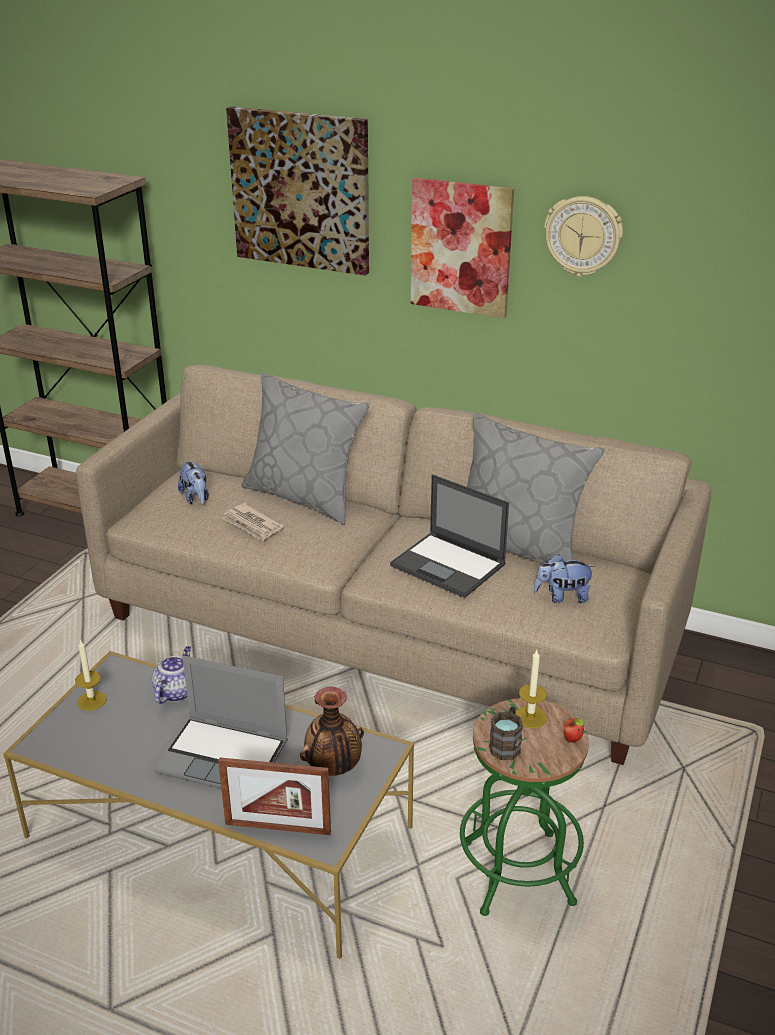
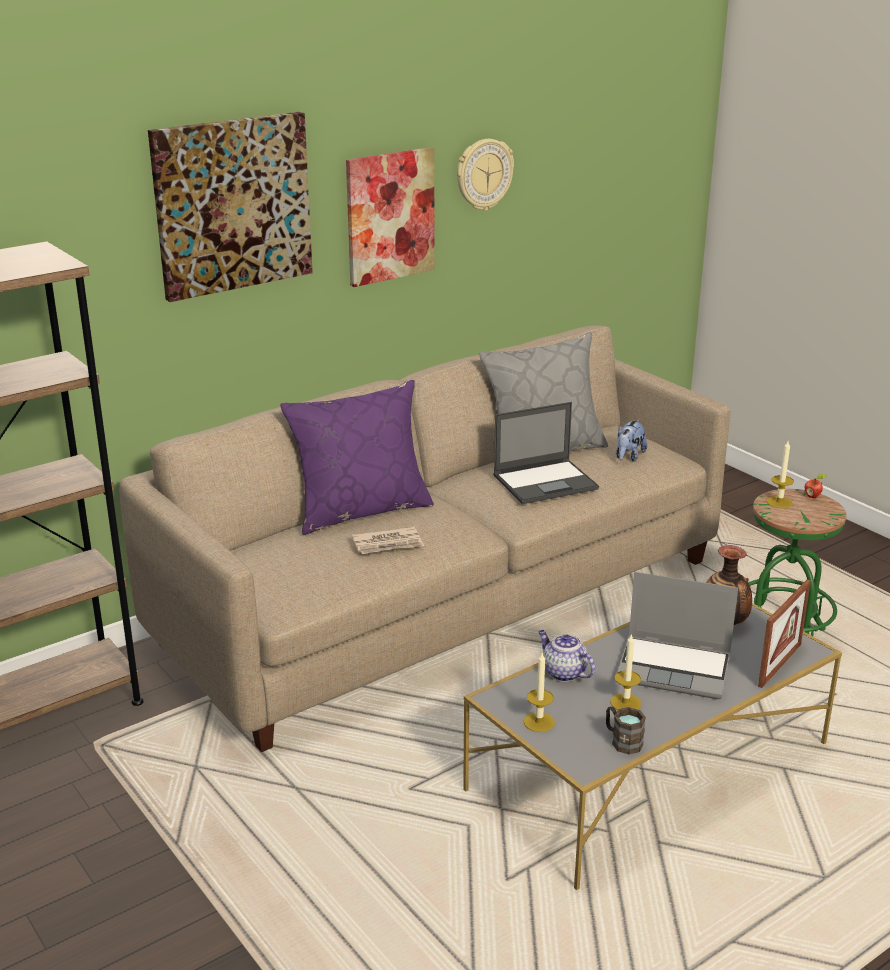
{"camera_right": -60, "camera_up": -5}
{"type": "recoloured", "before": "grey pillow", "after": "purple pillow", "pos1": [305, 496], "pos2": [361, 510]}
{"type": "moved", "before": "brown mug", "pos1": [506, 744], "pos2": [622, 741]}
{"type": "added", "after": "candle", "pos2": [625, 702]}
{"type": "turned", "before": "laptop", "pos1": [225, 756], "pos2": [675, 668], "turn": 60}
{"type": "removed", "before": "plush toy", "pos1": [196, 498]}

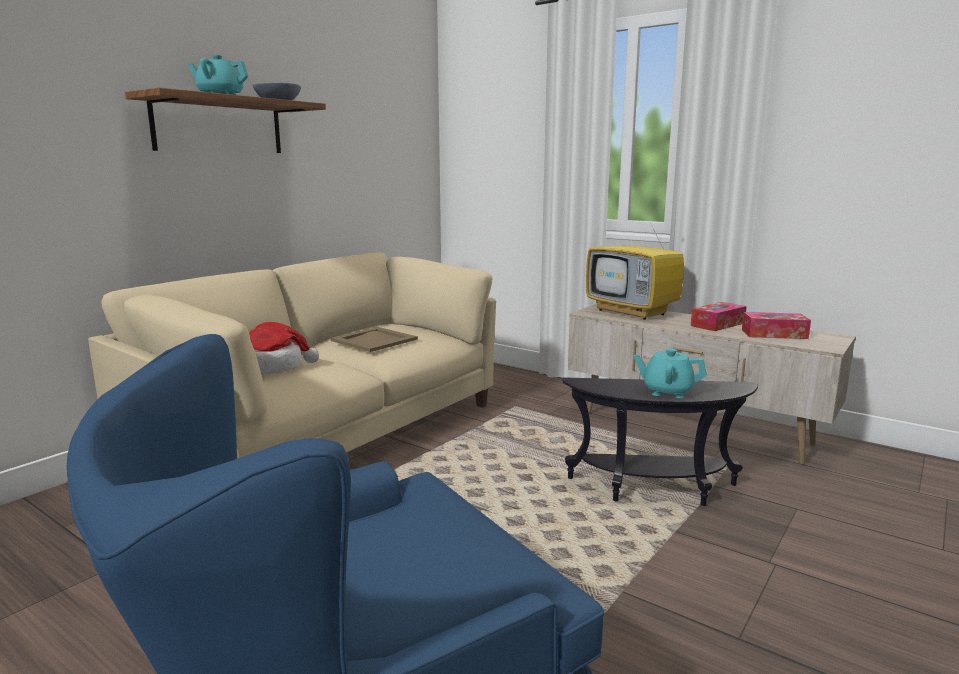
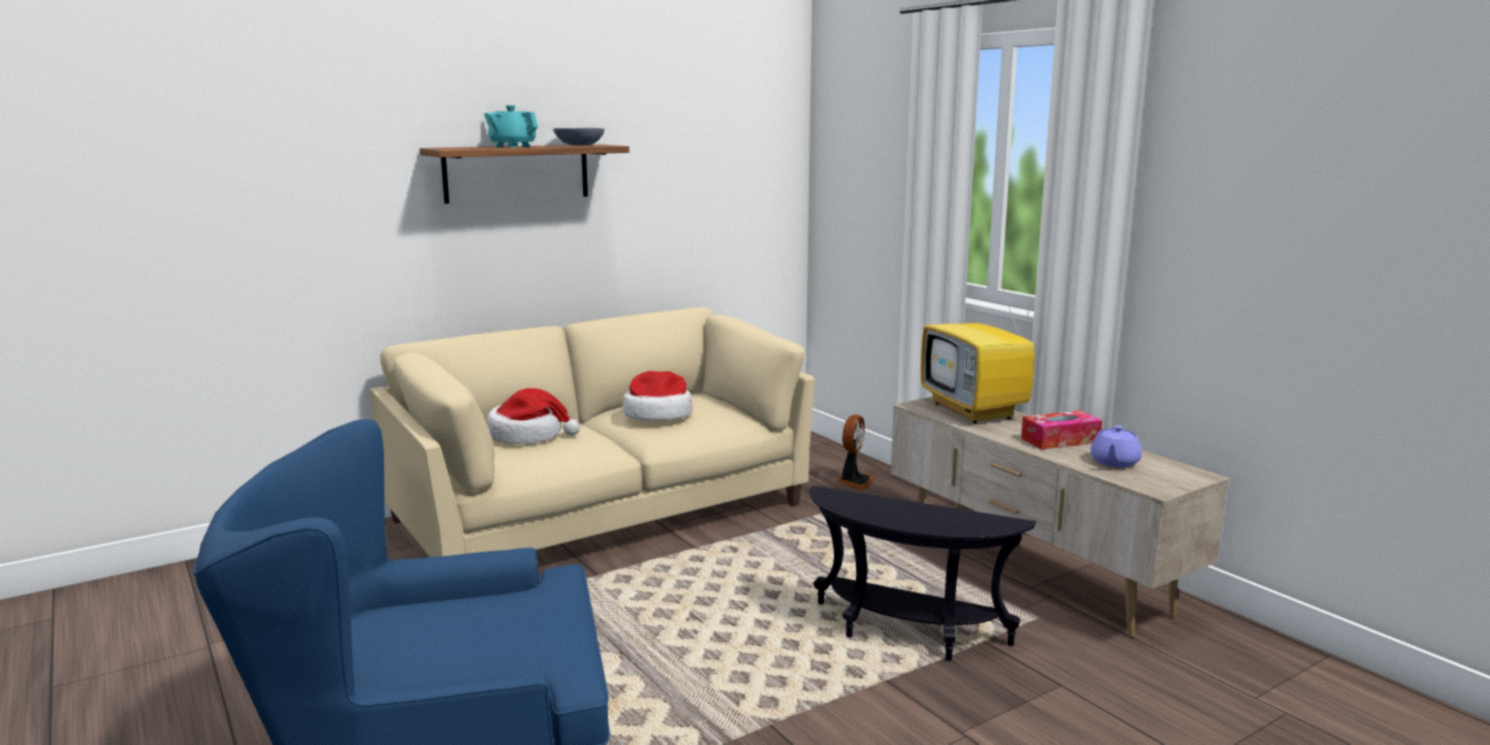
{"camera_right": 20, "camera_up": 0}
{"type": "replaced", "before": "beige tray", "after": "hat", "pos1": [373, 340], "pos2": [658, 414]}
{"type": "added", "after": "fan", "pos2": [854, 482]}
{"type": "replaced", "before": "tissue box", "after": "purple teapot", "pos1": [774, 334], "pos2": [1114, 462]}
{"type": "removed", "before": "turquoise teapot", "pos1": [667, 391]}

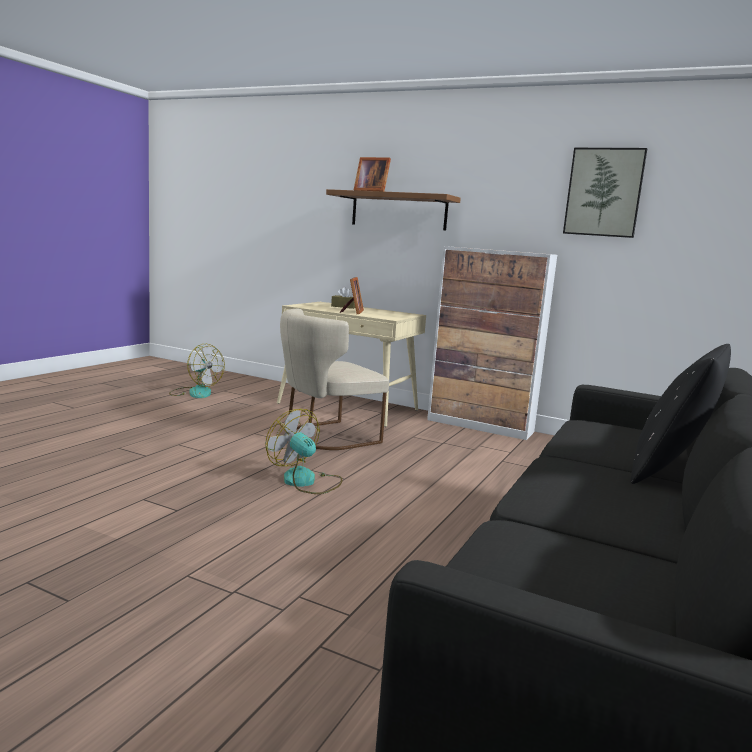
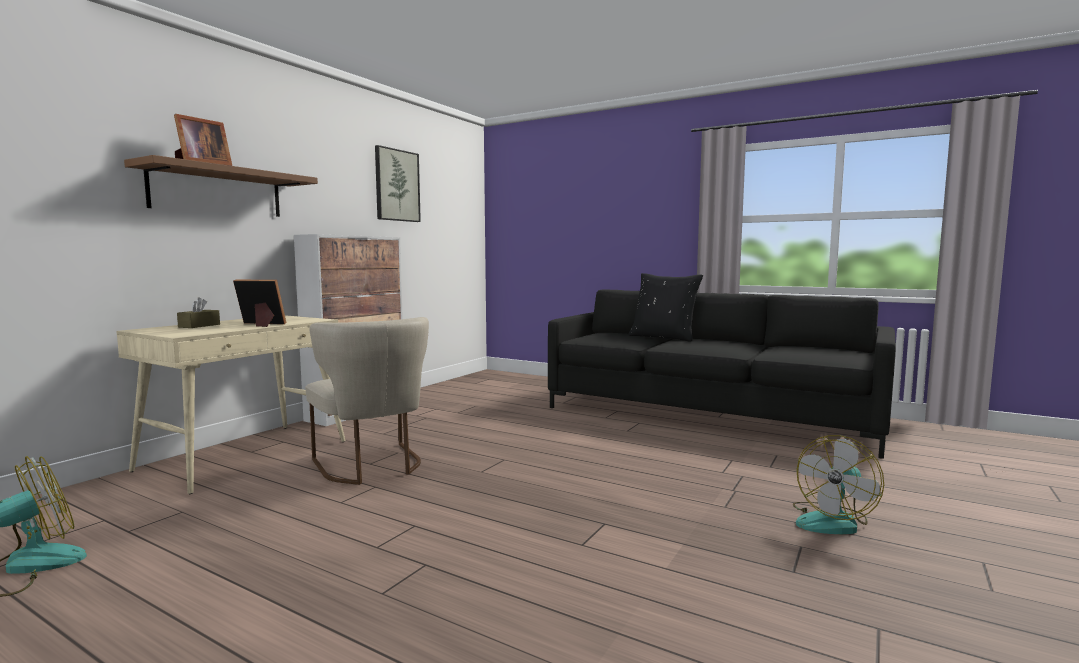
{"camera_right": -85, "camera_up": -5}
{"type": "moved", "before": "fan", "pos1": [306, 481], "pos2": [833, 521]}

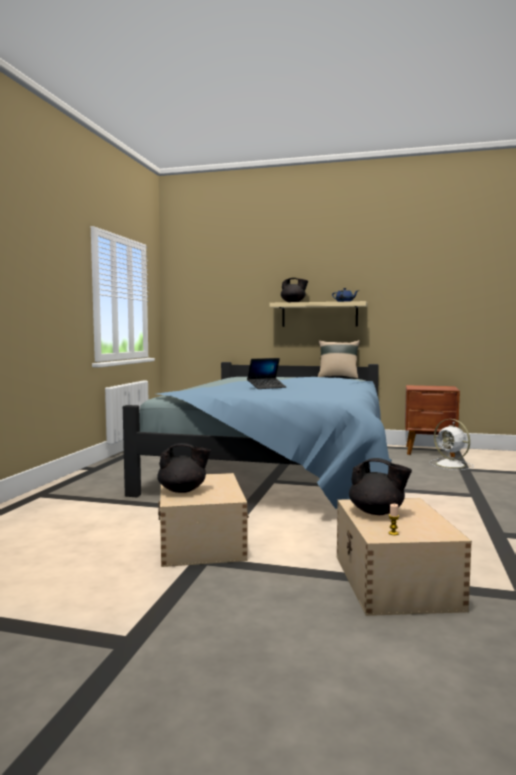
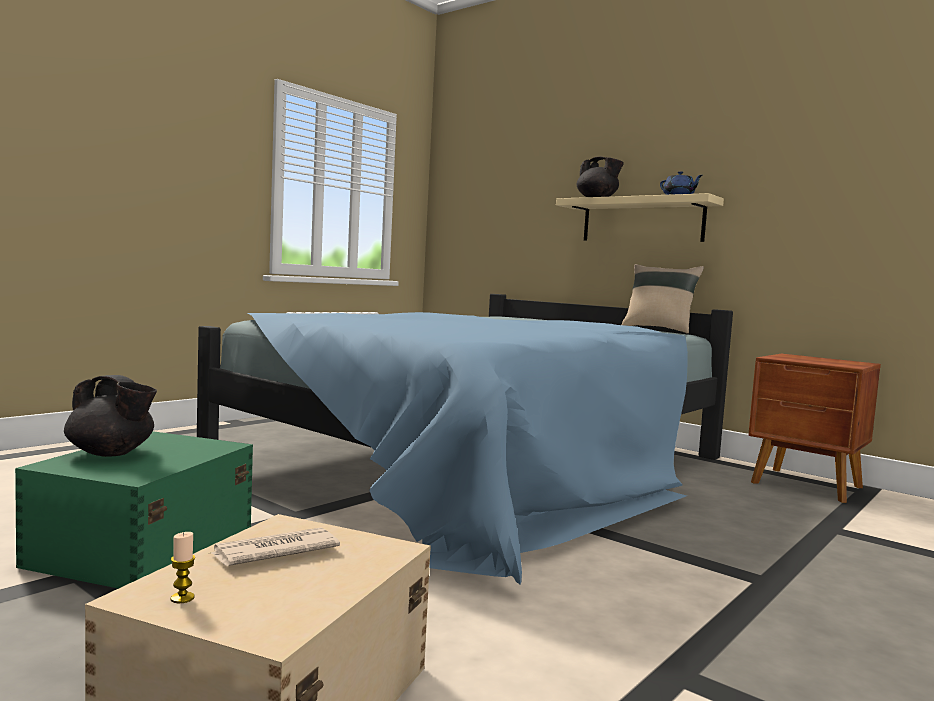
{"camera_right": 25, "camera_up": 0}
{"type": "recoloured", "before": "beige storage box", "after": "green storage box", "pos1": [200, 542], "pos2": [141, 546]}
{"type": "replaced", "before": "black teapot", "after": "newspaper", "pos1": [377, 512], "pos2": [273, 552]}
{"type": "removed", "before": "laptop", "pos1": [266, 387]}
{"type": "removed", "before": "white fan", "pos1": [451, 465]}

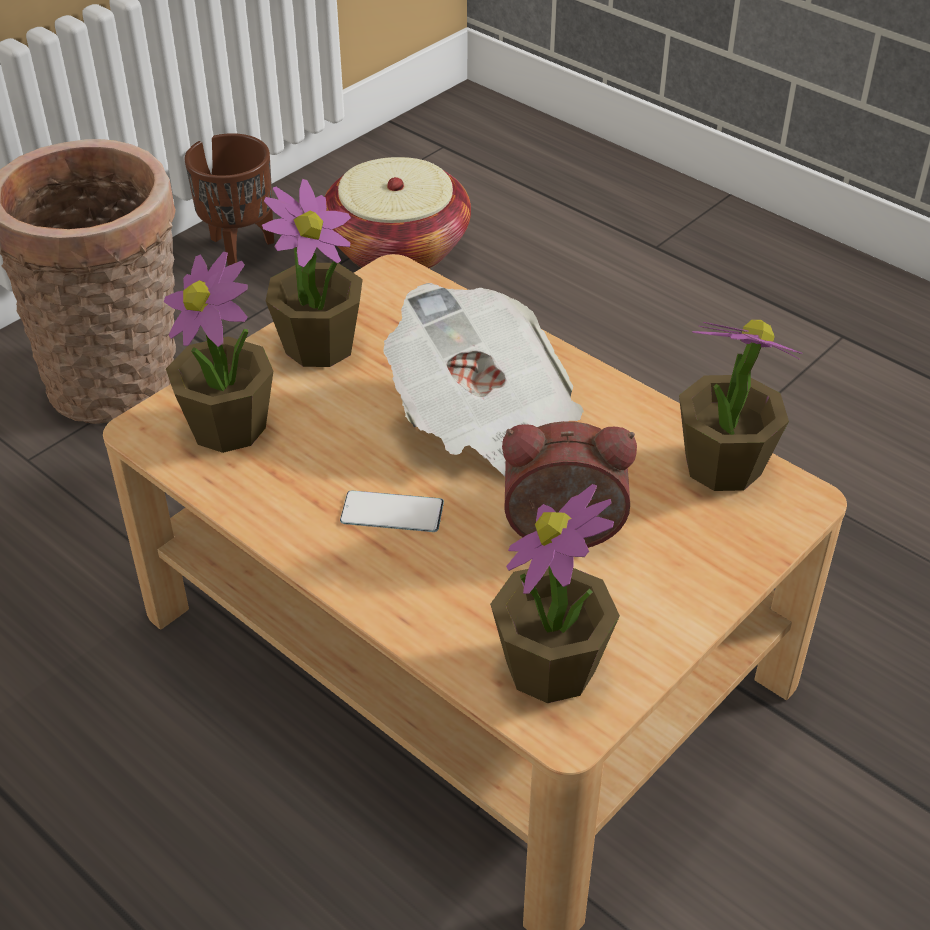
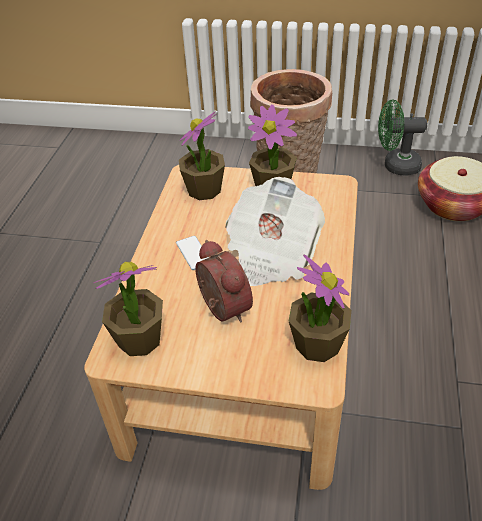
{"camera_right": 60, "camera_up": 0}
{"type": "replaced", "before": "brown planter", "after": "green fan", "pos1": [240, 249], "pos2": [395, 166]}

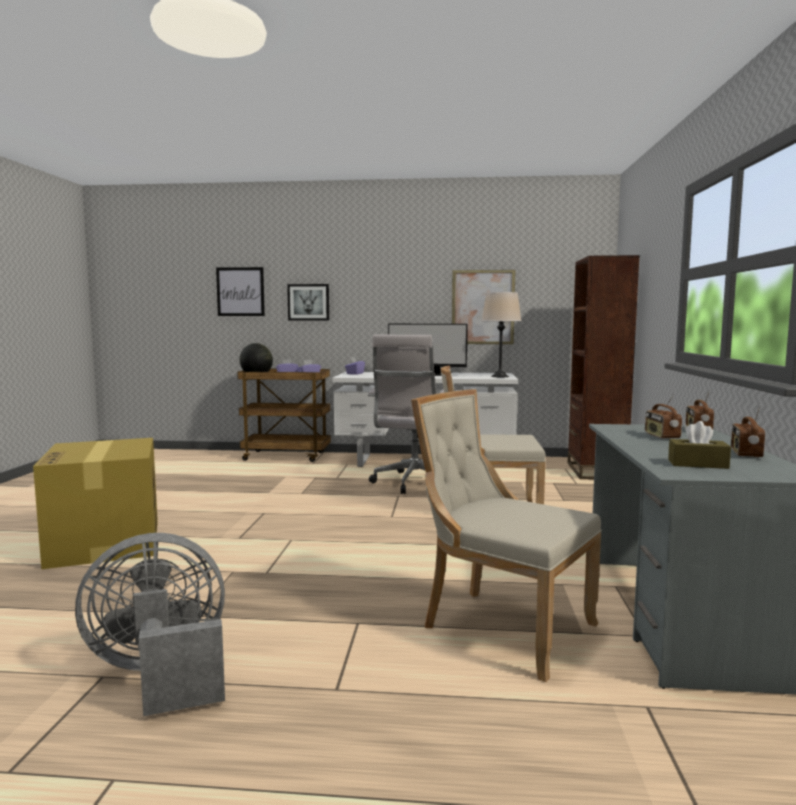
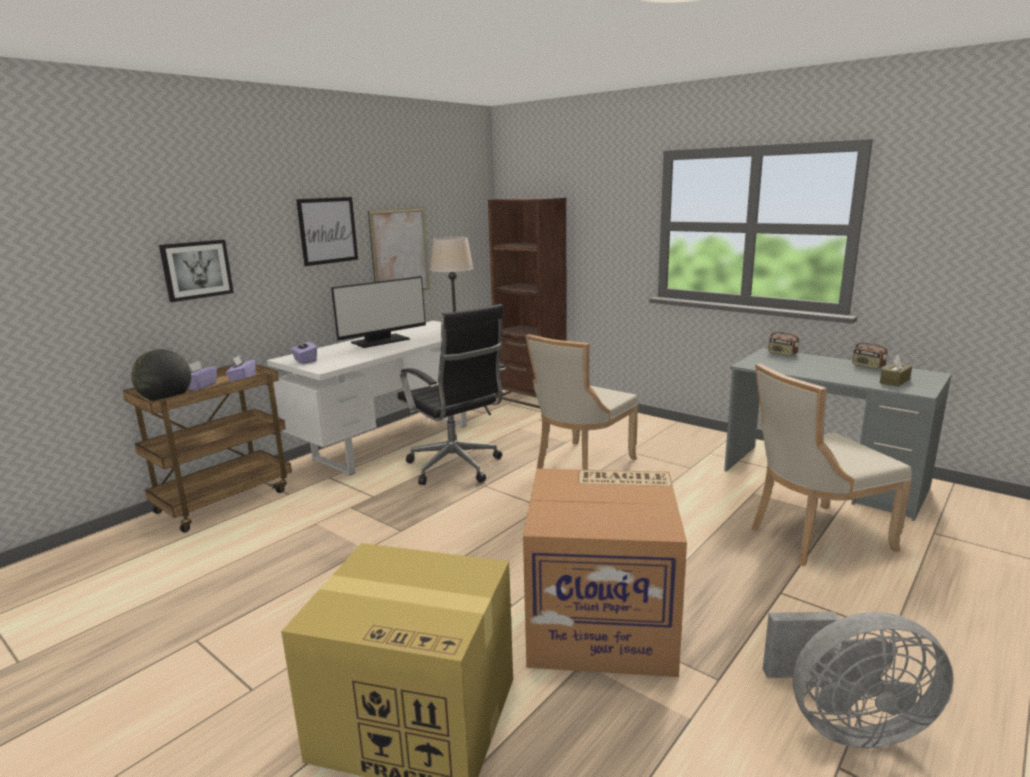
{"camera_right": -55, "camera_up": 10}
{"type": "moved", "before": "picture", "pos1": [240, 291], "pos2": [328, 230]}
{"type": "recoloured", "before": "white office chair", "after": "black office chair", "pos1": [413, 483], "pos2": [456, 468]}
{"type": "added", "after": "cardboard box", "pos2": [603, 622]}
{"type": "turned", "before": "grey fan", "pos1": [161, 675], "pos2": [846, 724], "turn": -105}
{"type": "removed", "before": "radio", "pos1": [661, 436]}

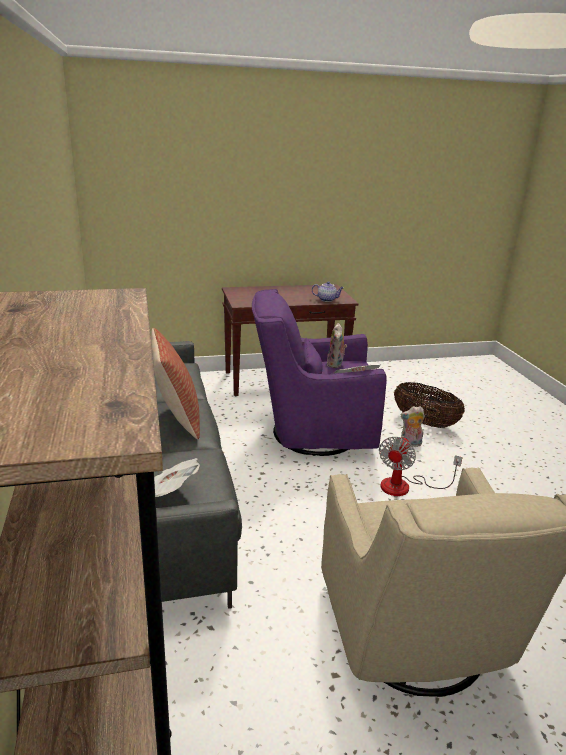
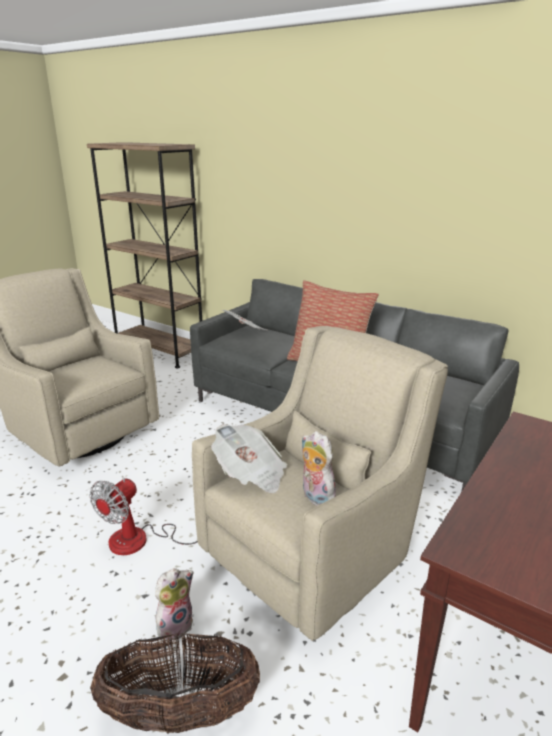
{"camera_right": 140, "camera_up": 0}
{"type": "turned", "before": "fan", "pos1": [405, 486], "pos2": [142, 540], "turn": -135}
{"type": "recoloured", "before": "purple armchair", "after": "beige armchair", "pos1": [311, 433], "pos2": [315, 555]}
{"type": "removed", "before": "teapot", "pos1": [327, 299]}

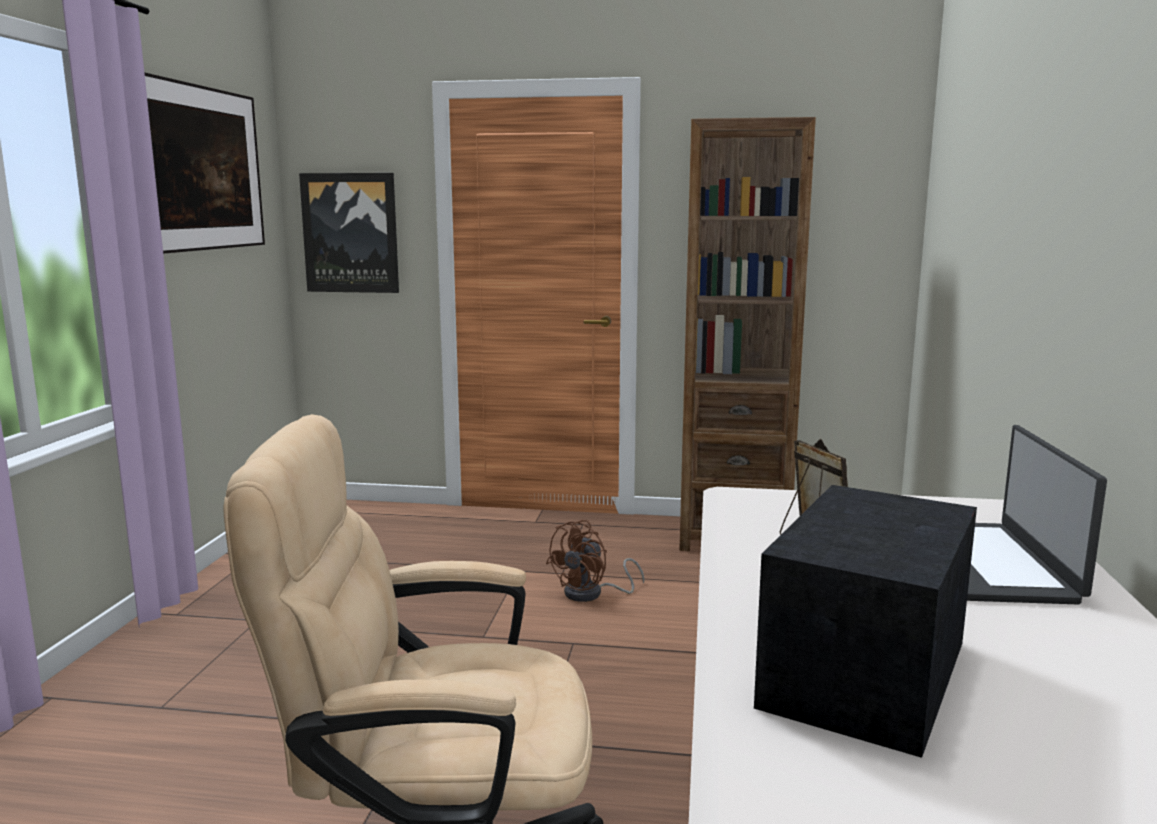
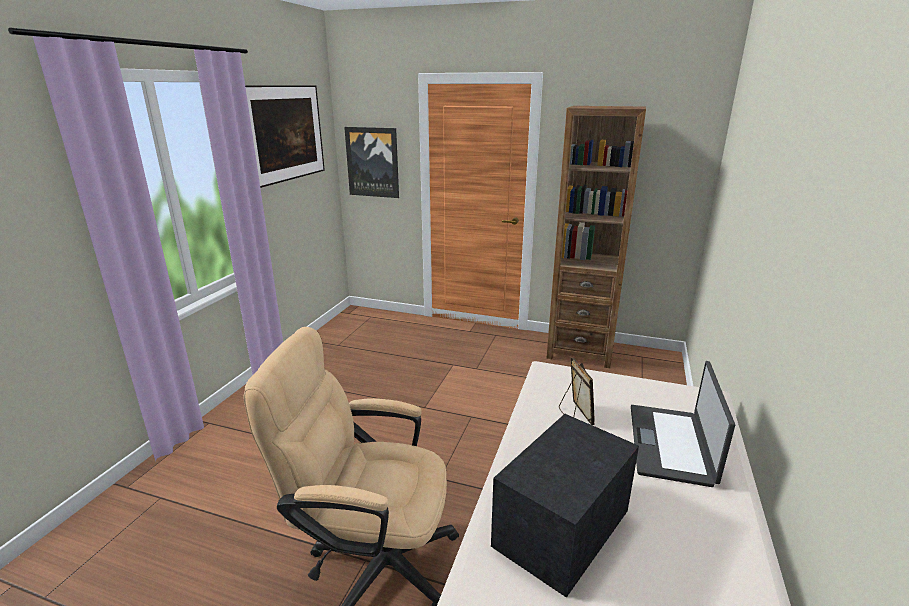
{"camera_right": 10, "camera_up": 10}
{"type": "removed", "before": "brown fan", "pos1": [591, 594]}

